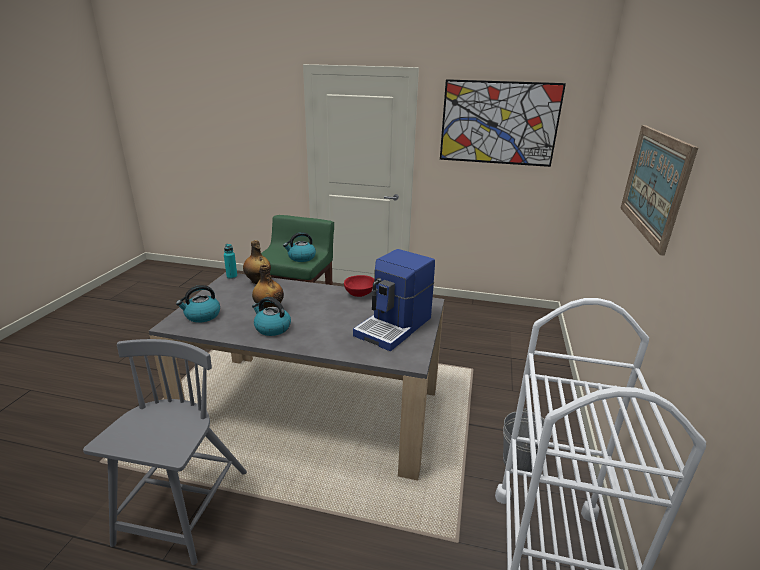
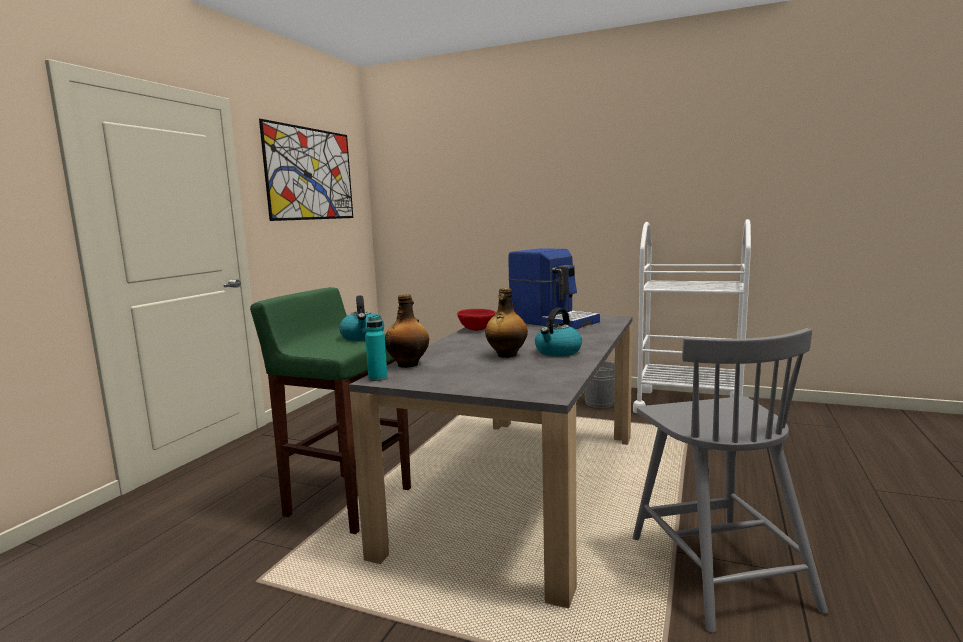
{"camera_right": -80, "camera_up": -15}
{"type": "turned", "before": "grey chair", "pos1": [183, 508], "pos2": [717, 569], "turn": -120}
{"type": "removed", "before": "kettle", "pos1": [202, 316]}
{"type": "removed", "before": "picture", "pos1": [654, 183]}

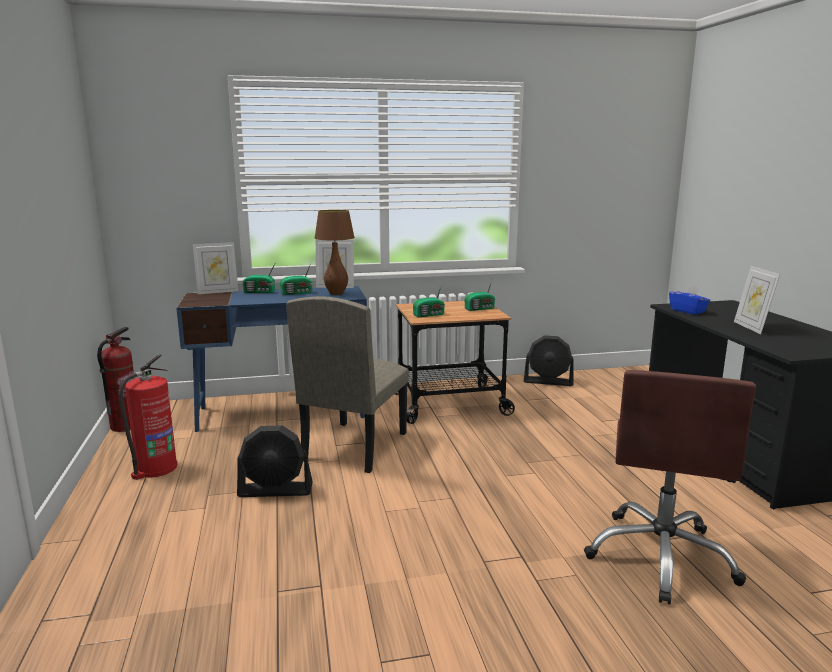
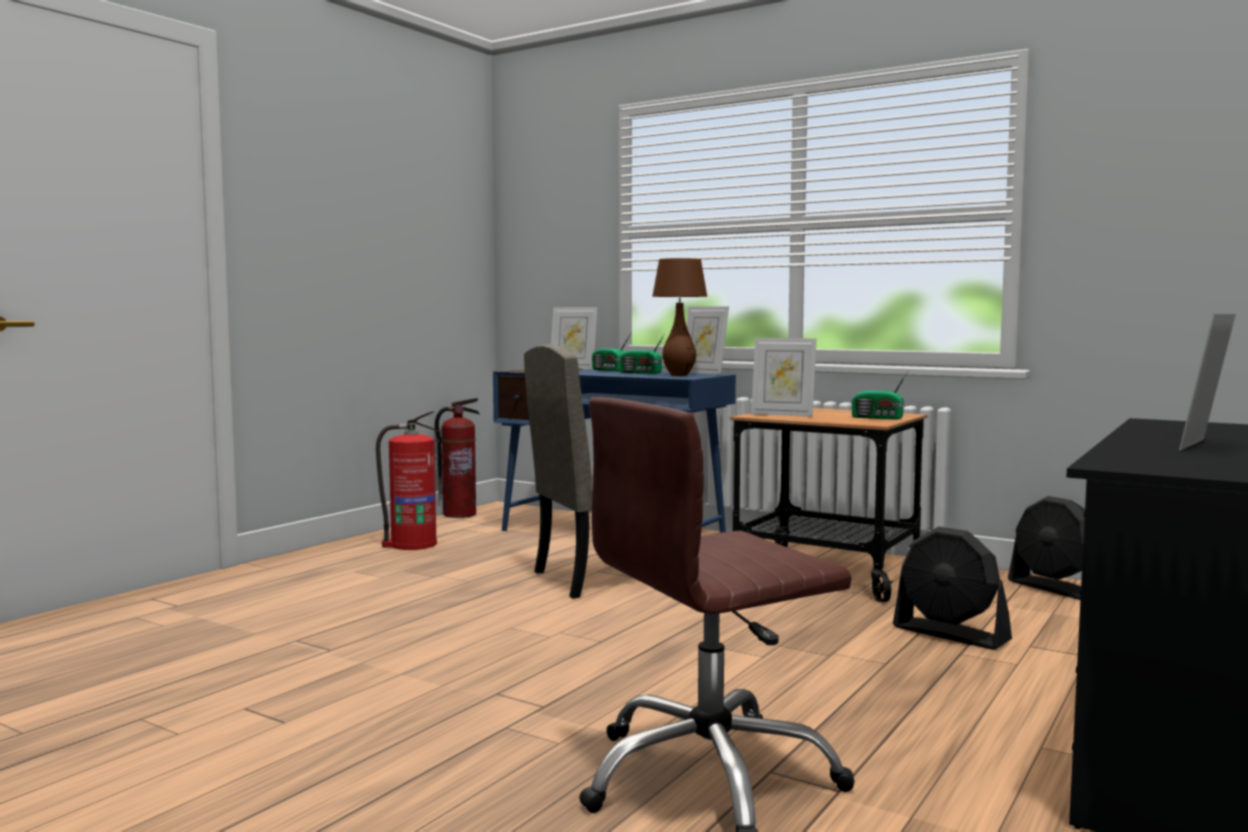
{"camera_right": 45, "camera_up": -10}
{"type": "replaced", "before": "radio", "after": "picture frame", "pos1": [430, 315], "pos2": [782, 414]}
{"type": "moved", "before": "black fan", "pos1": [276, 490], "pos2": [951, 634]}
{"type": "removed", "before": "blue tissue box", "pos1": [687, 311]}

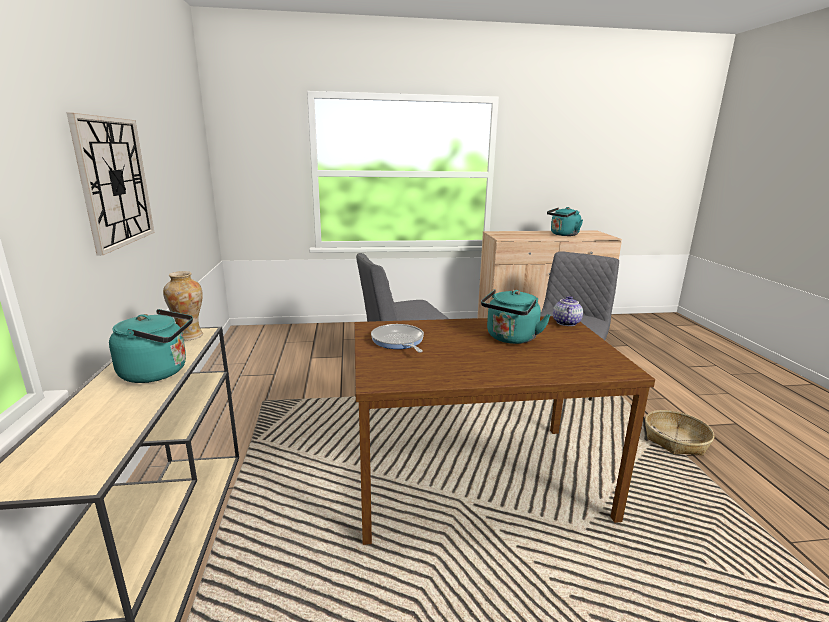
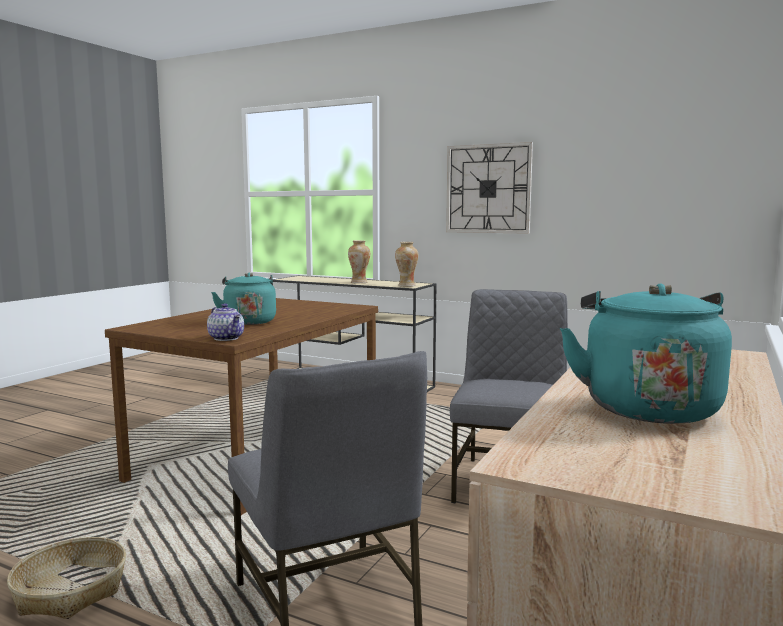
{"camera_right": 125, "camera_up": -10}
{"type": "replaced", "before": "turquoise kettle", "after": "vase", "pos1": [159, 372], "pos2": [359, 282]}
{"type": "removed", "before": "frying pan", "pos1": [398, 341]}

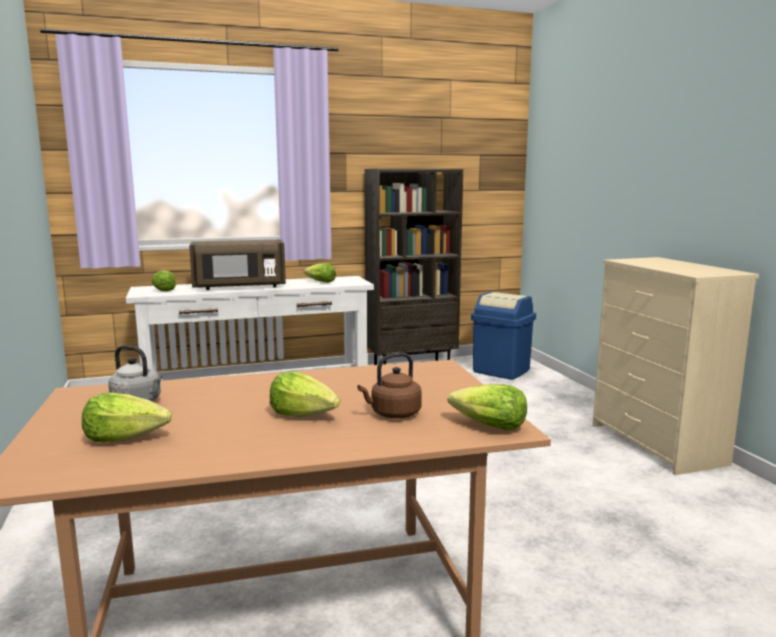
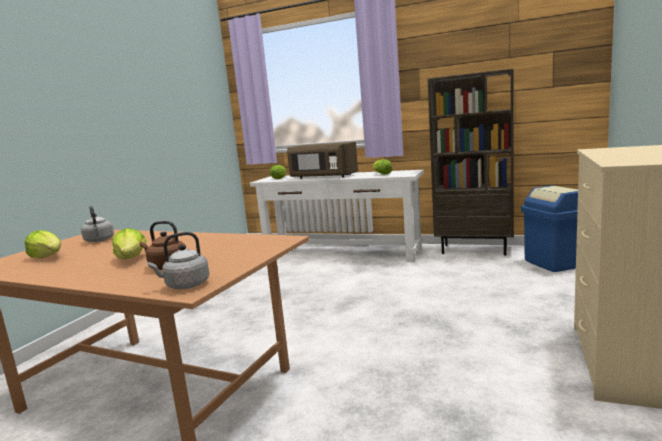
{"camera_right": 40, "camera_up": 0}
{"type": "replaced", "before": "lettuce", "after": "grey kettle", "pos1": [488, 426], "pos2": [185, 285]}

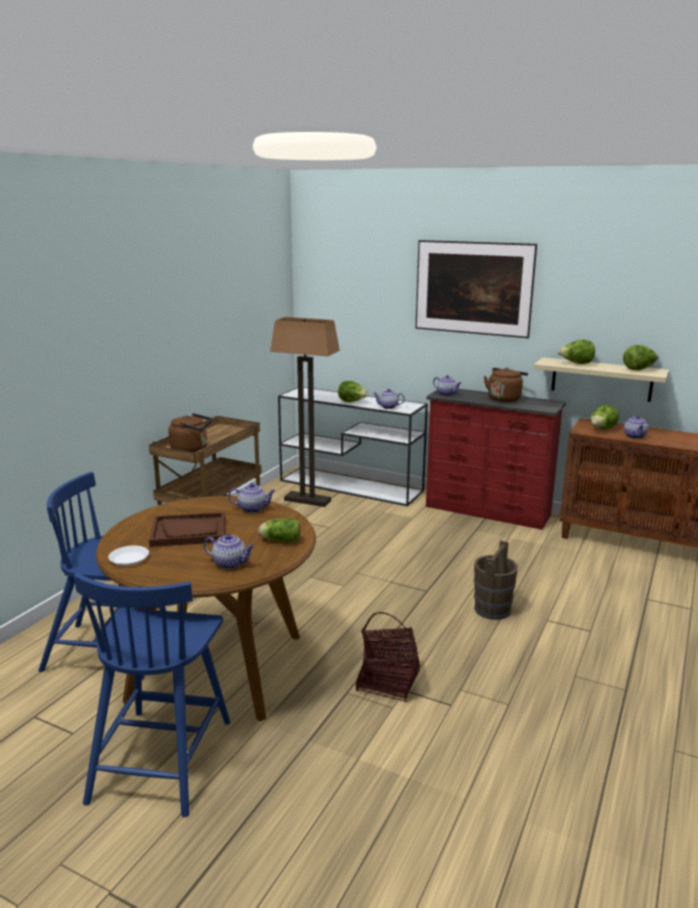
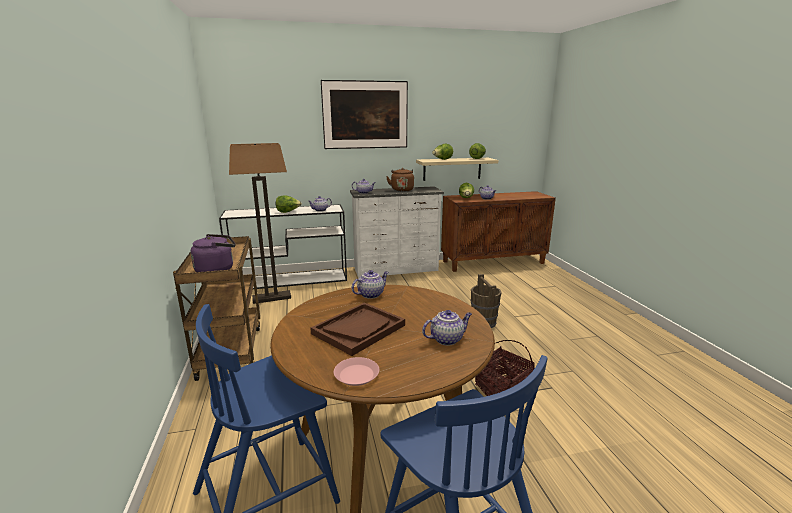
{"camera_right": -40, "camera_up": 0}
{"type": "recoloured", "before": "brown kettle", "after": "purple kettle", "pos1": [192, 450], "pos2": [217, 270]}
{"type": "recoloured", "before": "white plate", "after": "pink plate", "pos1": [129, 559], "pos2": [357, 375]}
{"type": "recoloured", "before": "red dresser", "after": "white dresser", "pos1": [487, 511], "pos2": [397, 270]}
{"type": "removed", "before": "lettuce", "pos1": [279, 540]}

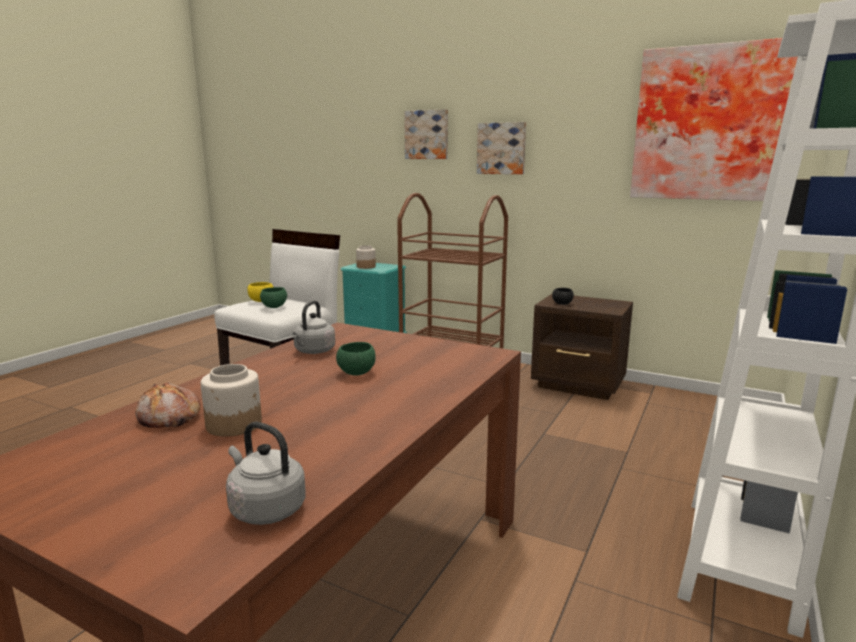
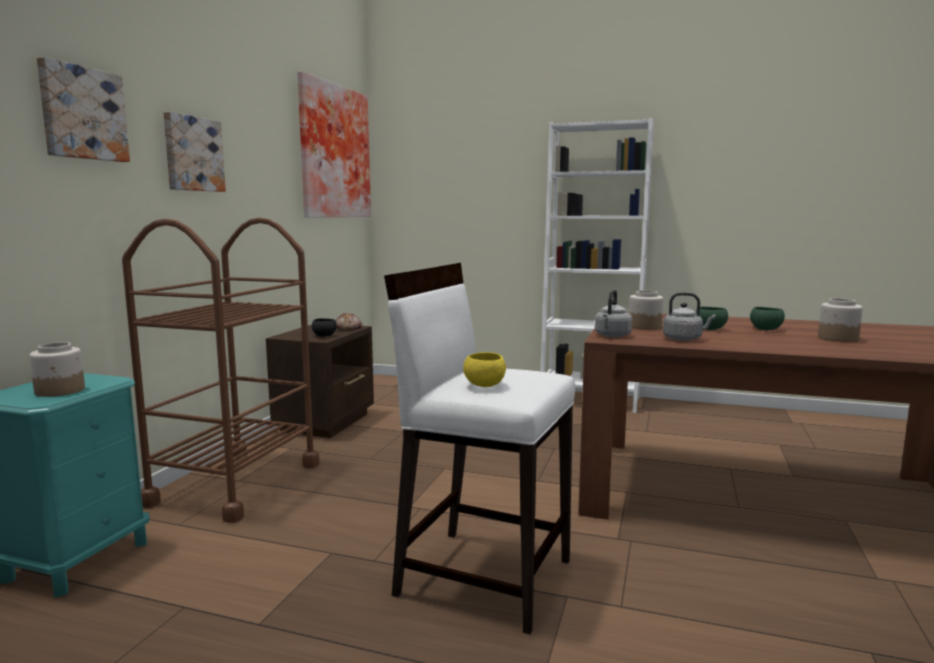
{"camera_right": -100, "camera_up": -5}
{"type": "moved", "before": "bread", "pos1": [168, 418], "pos2": [349, 328]}
{"type": "moved", "before": "grey kettle", "pos1": [265, 509], "pos2": [612, 336]}
{"type": "added", "after": "jar", "pos2": [644, 327]}
{"type": "moved", "before": "green bowl", "pos1": [274, 307], "pos2": [766, 329]}

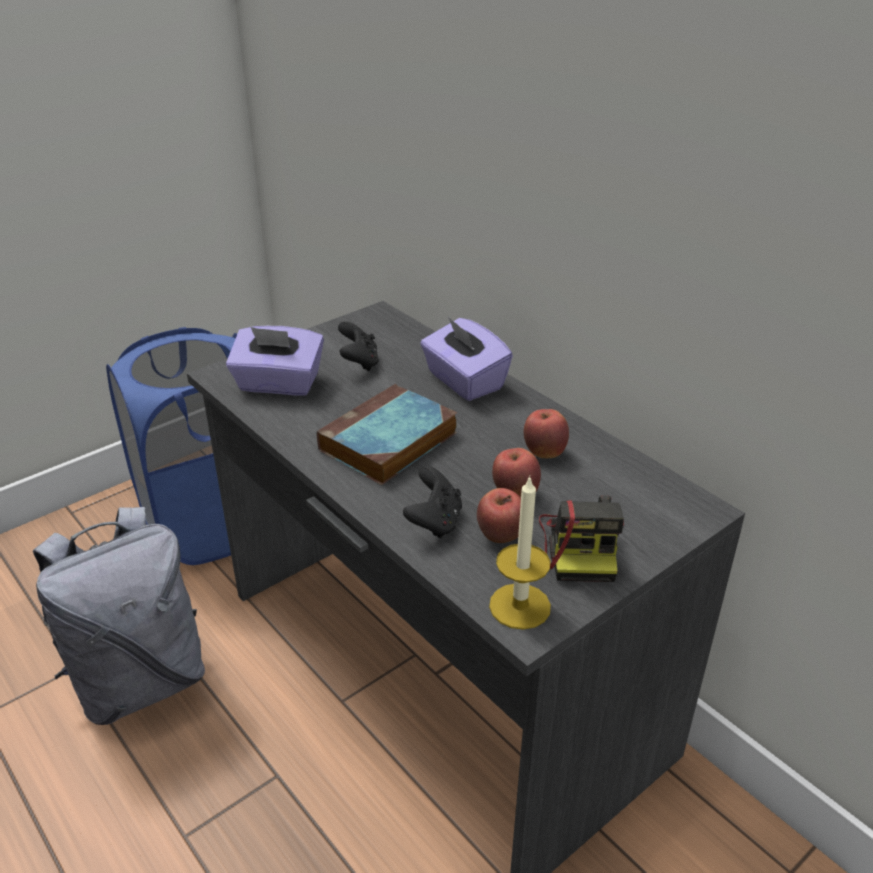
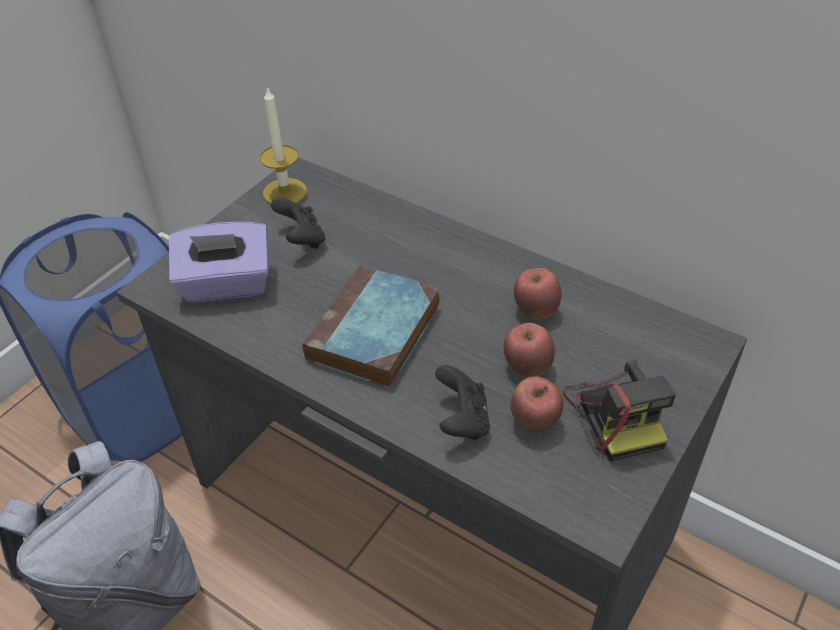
{"camera_right": -15, "camera_up": 10}
{"type": "moved", "before": "candle", "pos1": [520, 606], "pos2": [285, 192]}
{"type": "removed", "before": "purple tissue box", "pos1": [464, 381]}

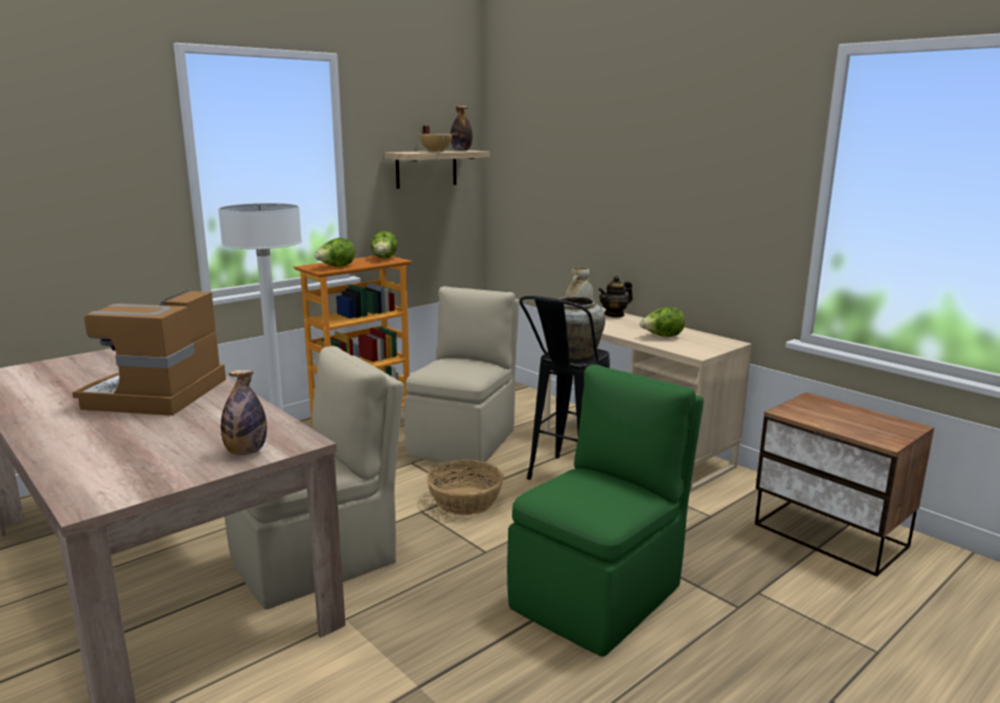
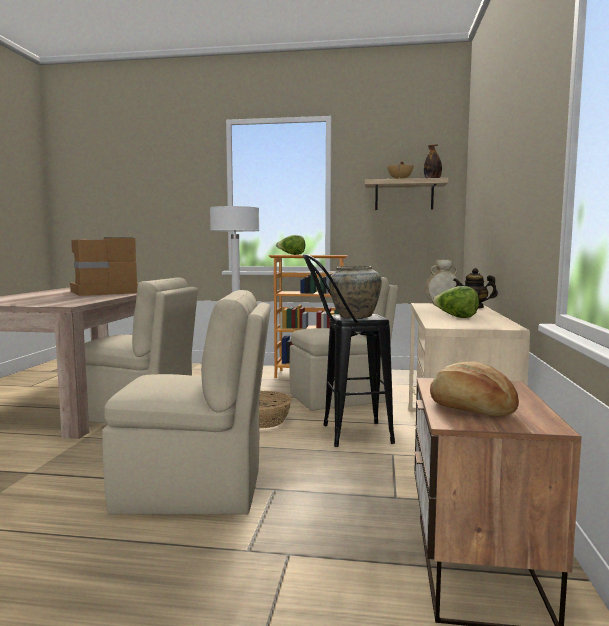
{"camera_right": 50, "camera_up": -10}
{"type": "recoloured", "before": "green chair", "after": "beige chair", "pos1": [599, 595], "pos2": [194, 490]}
{"type": "added", "after": "bread", "pos2": [471, 408]}
{"type": "removed", "before": "bottle", "pos1": [246, 452]}
{"type": "removed", "before": "lettuce", "pos1": [384, 258]}

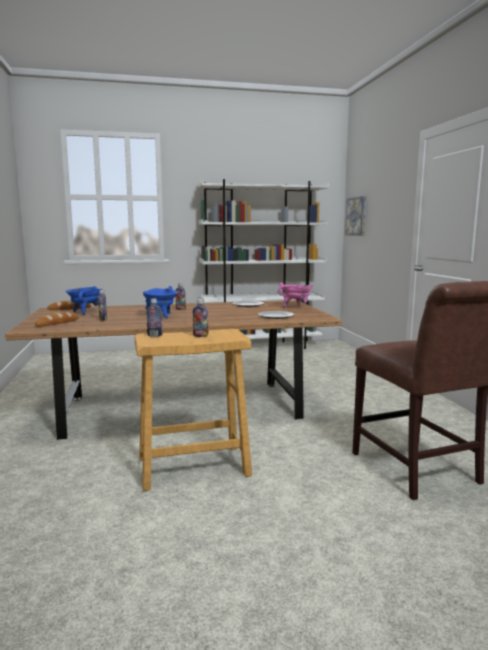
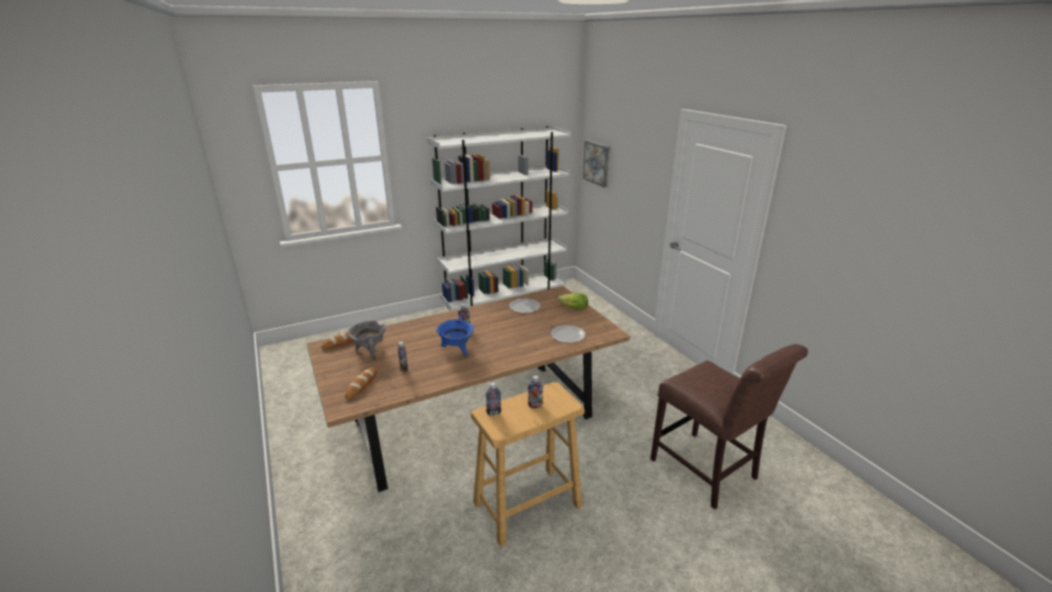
{"camera_right": -15, "camera_up": 15}
{"type": "recoloured", "before": "blue cooking pot", "after": "grey cooking pot", "pos1": [85, 312], "pos2": [370, 351]}
{"type": "replaced", "before": "pink cooking pot", "after": "lettuce", "pos1": [296, 307], "pos2": [573, 308]}

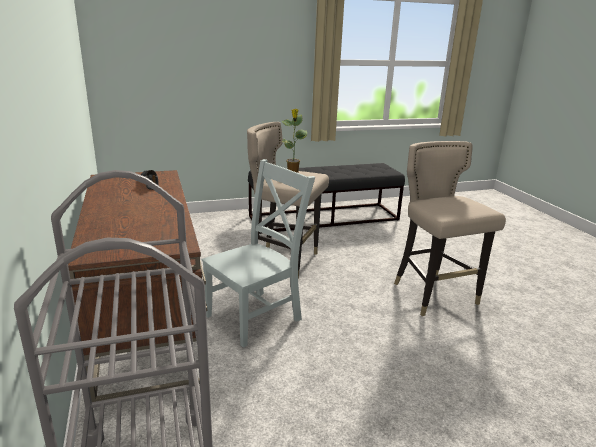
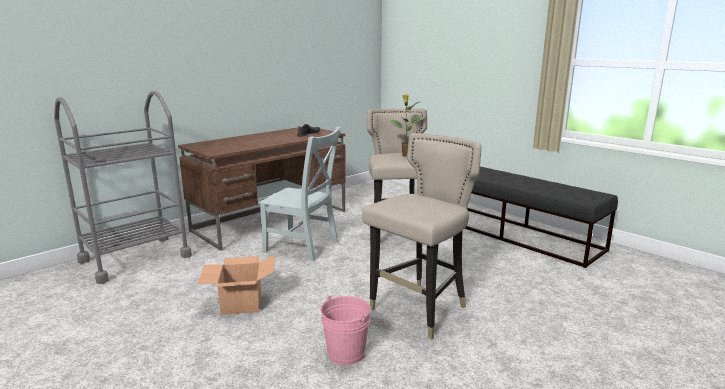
{"camera_right": 65, "camera_up": -5}
{"type": "added", "after": "cardboard box", "pos2": [242, 303]}
{"type": "added", "after": "pink bucket", "pos2": [346, 353]}

